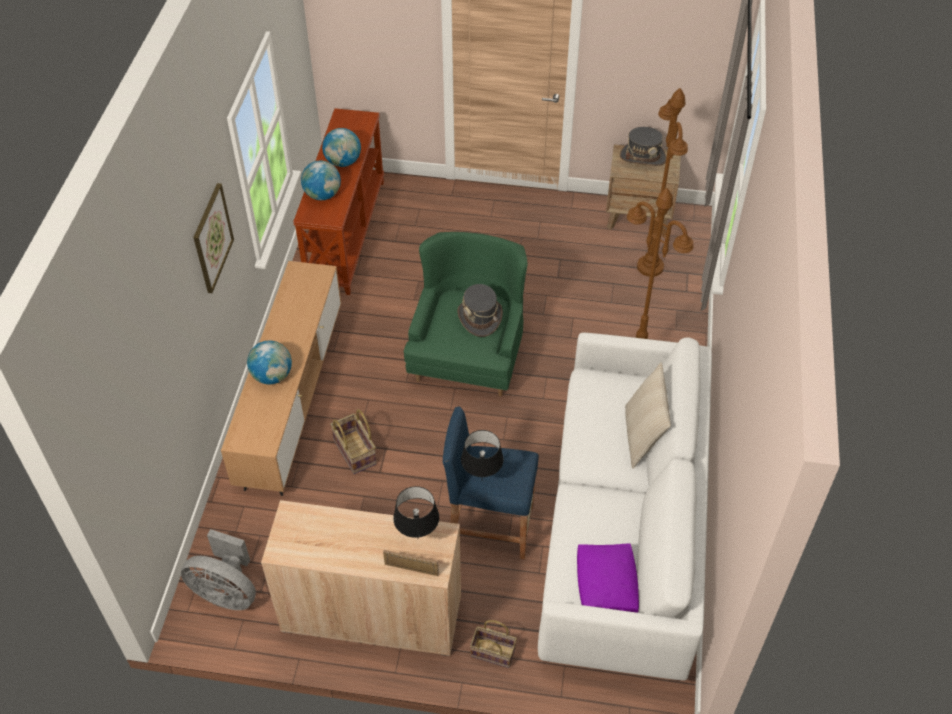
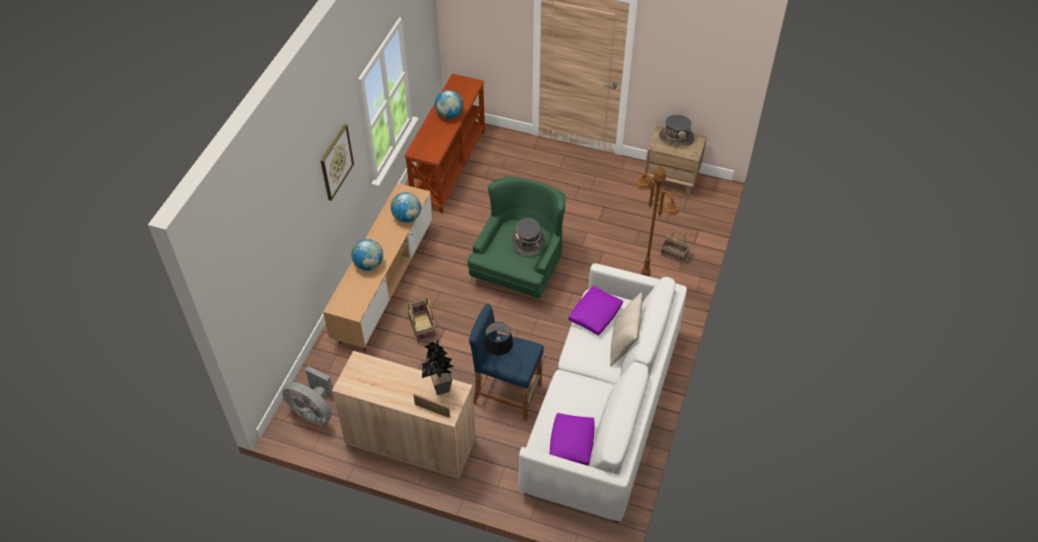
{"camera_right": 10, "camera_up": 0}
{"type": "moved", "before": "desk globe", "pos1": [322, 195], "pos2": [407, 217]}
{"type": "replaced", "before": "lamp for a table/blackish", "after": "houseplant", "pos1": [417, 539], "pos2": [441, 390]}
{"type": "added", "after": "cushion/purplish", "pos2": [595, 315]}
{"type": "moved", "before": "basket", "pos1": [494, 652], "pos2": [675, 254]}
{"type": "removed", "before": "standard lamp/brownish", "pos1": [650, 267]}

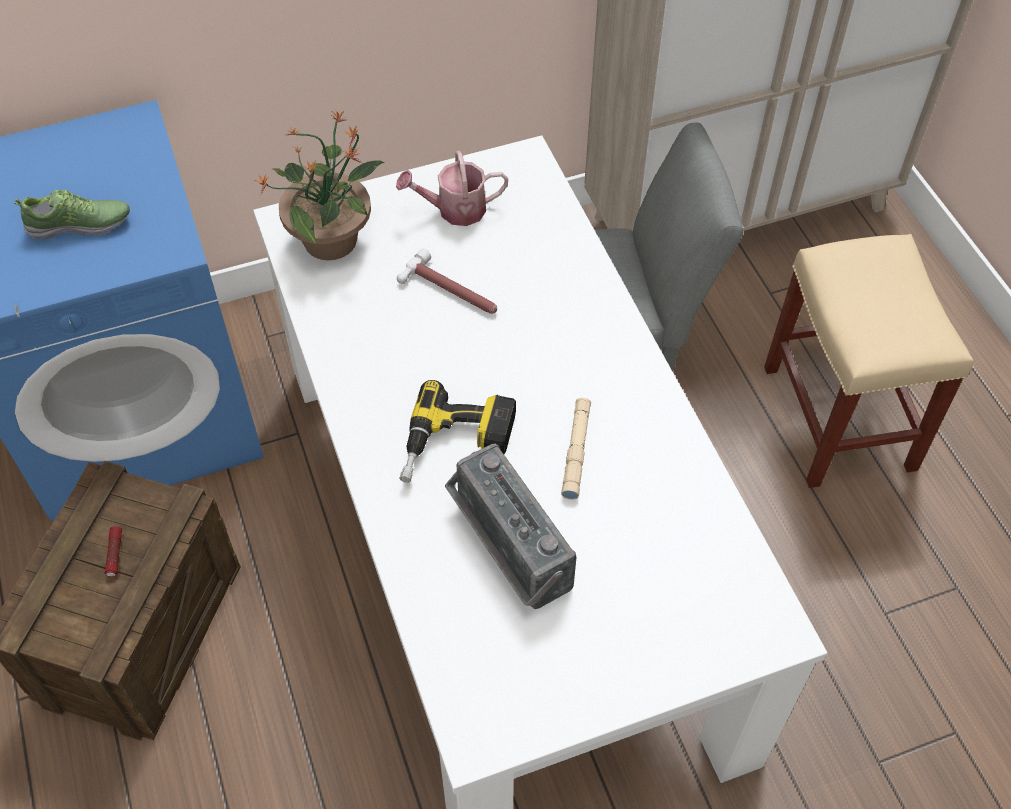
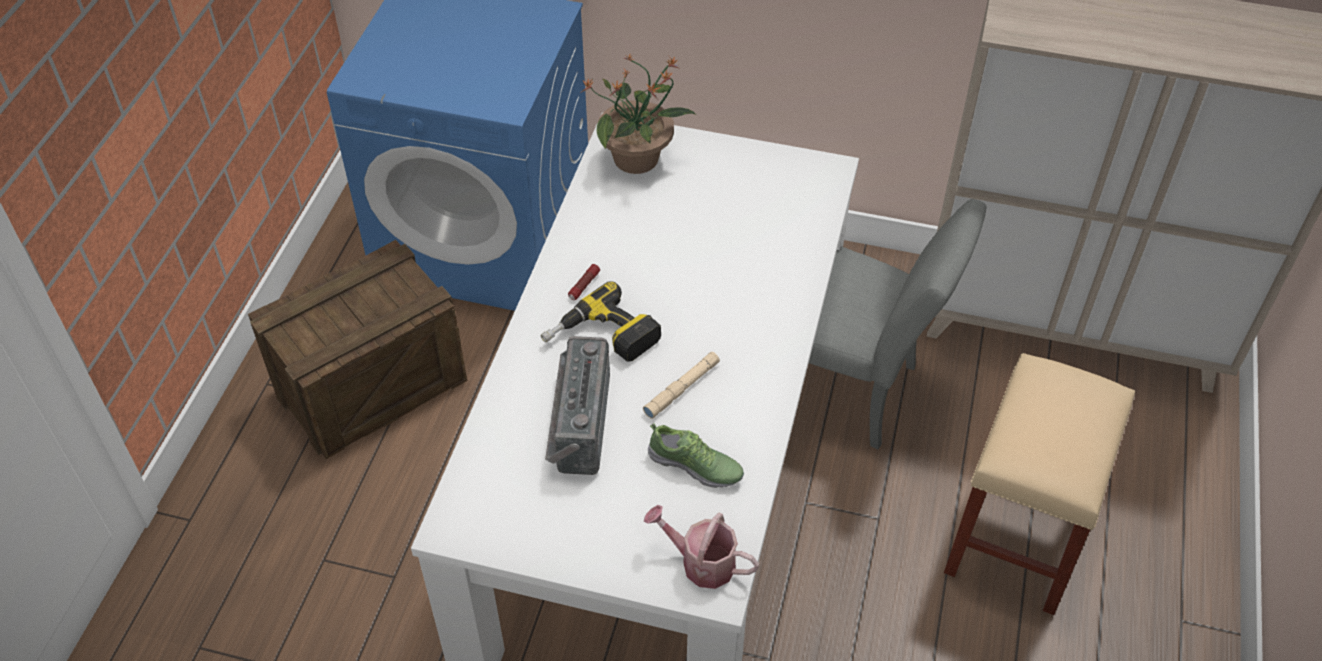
{"camera_right": 35, "camera_up": -5}
{"type": "moved", "before": "flashlight", "pos1": [115, 554], "pos2": [584, 286]}
{"type": "moved", "before": "sprinkling can", "pos1": [454, 210], "pos2": [701, 562]}
{"type": "moved", "before": "shoe", "pos1": [80, 225], "pos2": [695, 466]}
{"type": "removed", "before": "hammer", "pos1": [450, 292]}

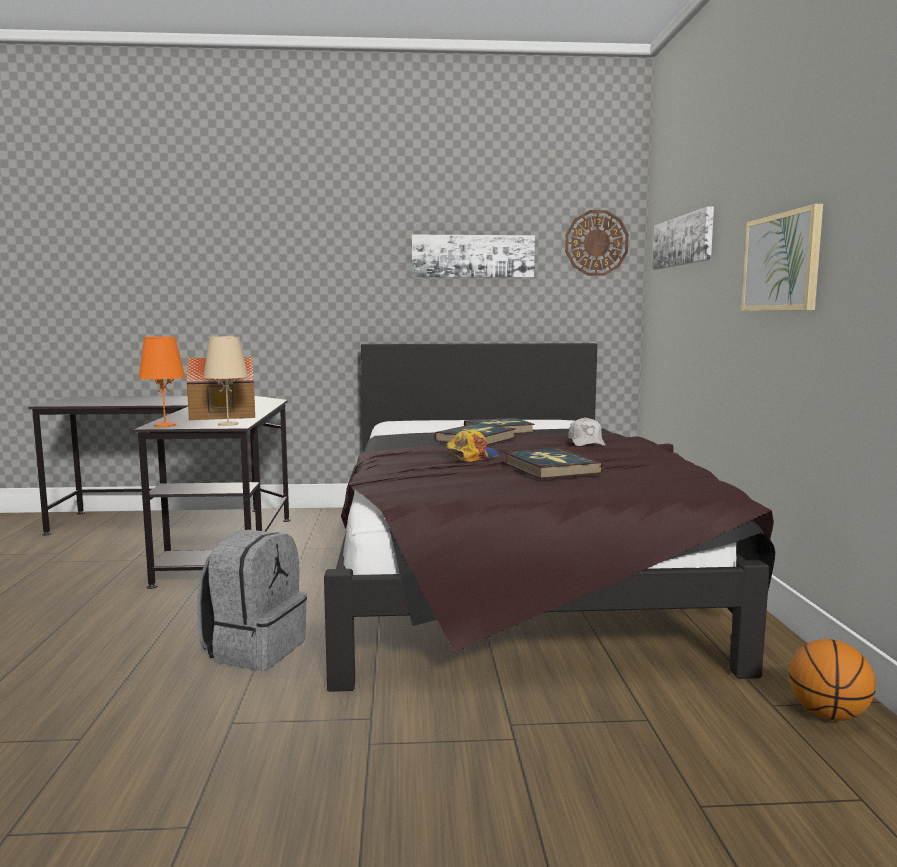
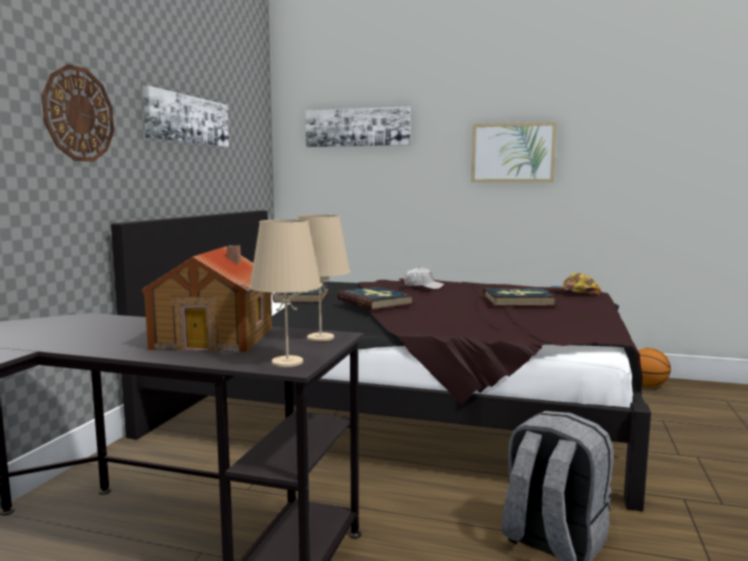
{"camera_right": -70, "camera_up": 0}
{"type": "moved", "before": "wall clock", "pos1": [596, 243], "pos2": [78, 114]}
{"type": "recoloured", "before": "lamp for a table/orange-coloured", "after": "lamp for a table/beige-coloured", "pos1": [165, 425], "pos2": [287, 362]}
{"type": "moved", "before": "peaked cap", "pos1": [472, 456], "pos2": [574, 292]}

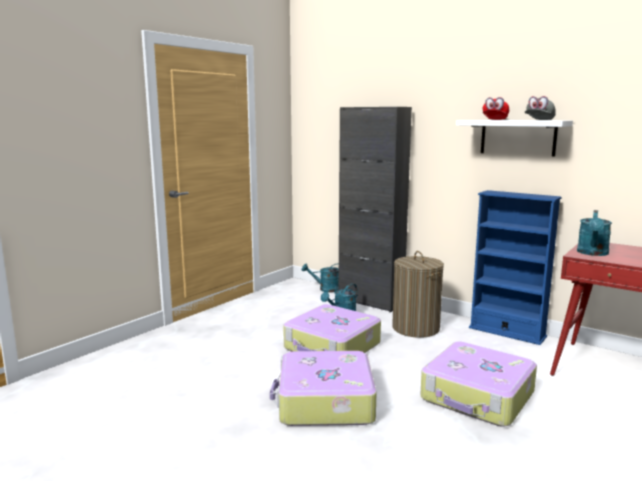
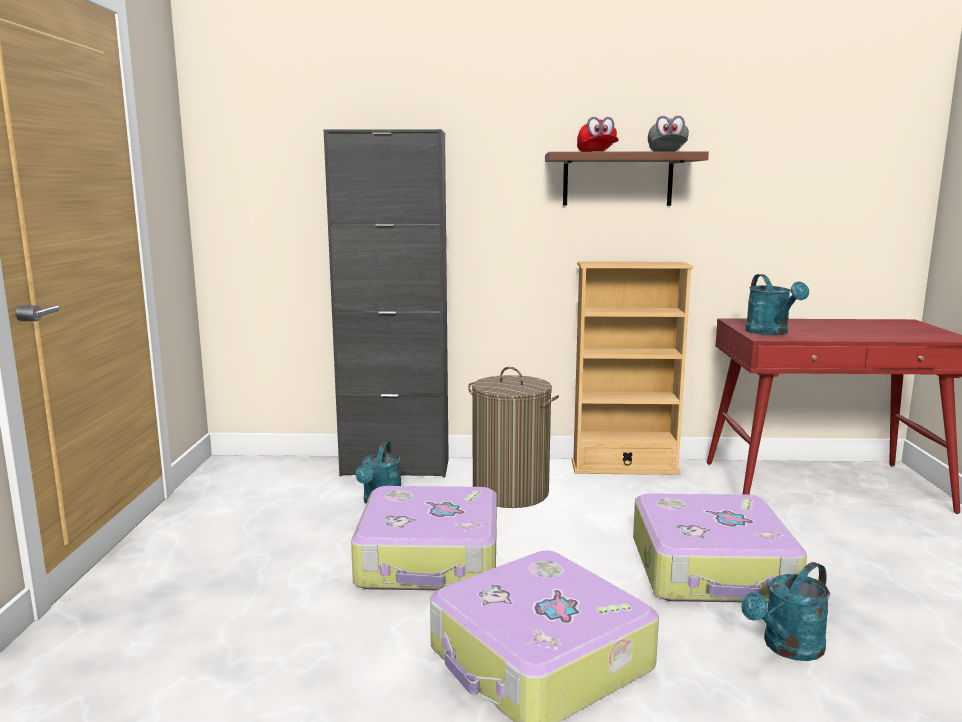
{"camera_right": -35, "camera_up": 0}
{"type": "recoloured", "before": "shelf/white-coloured", "after": "shelf/brownish", "pos1": [518, 137], "pos2": [617, 179]}
{"type": "recoloured", "before": "bookshelf/blue-coloured", "after": "bookshelf/beige-coloured", "pos1": [507, 332], "pos2": [624, 467]}
{"type": "moved", "before": "sprinkling can/blue-green", "pos1": [325, 289], "pos2": [787, 648]}

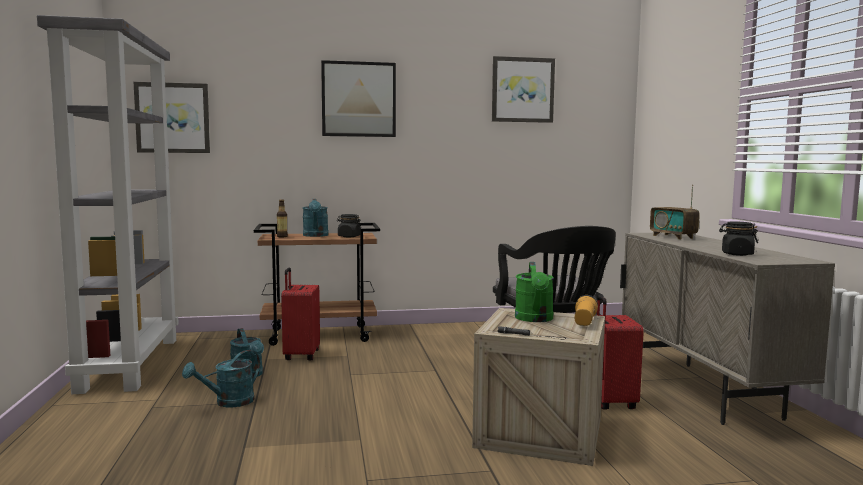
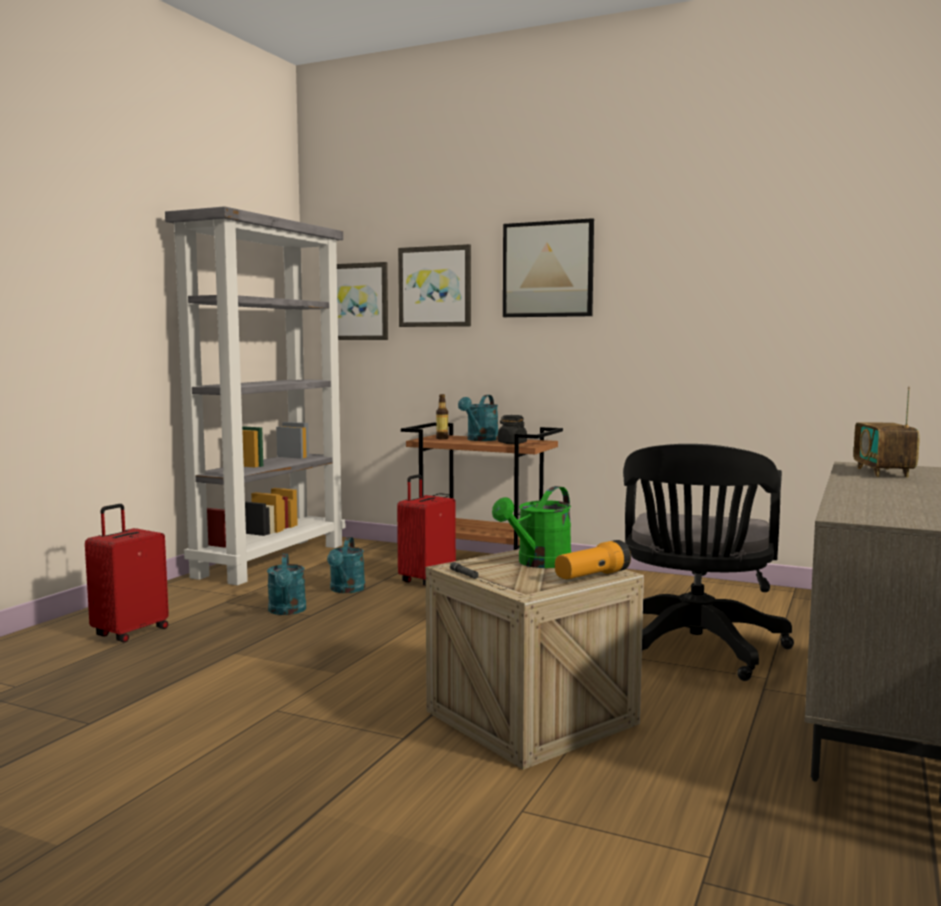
{"camera_right": 35, "camera_up": 0}
{"type": "moved", "before": "piece of luggage/red-coloured", "pos1": [610, 402], "pos2": [130, 632]}
{"type": "turned", "before": "sprinkling can/blue-green", "pos1": [228, 402], "pos2": [287, 611], "turn": -90}
{"type": "moved", "before": "wall picture", "pos1": [522, 90], "pos2": [435, 286]}
{"type": "removed", "before": "preserve jar/blackish", "pos1": [737, 254]}

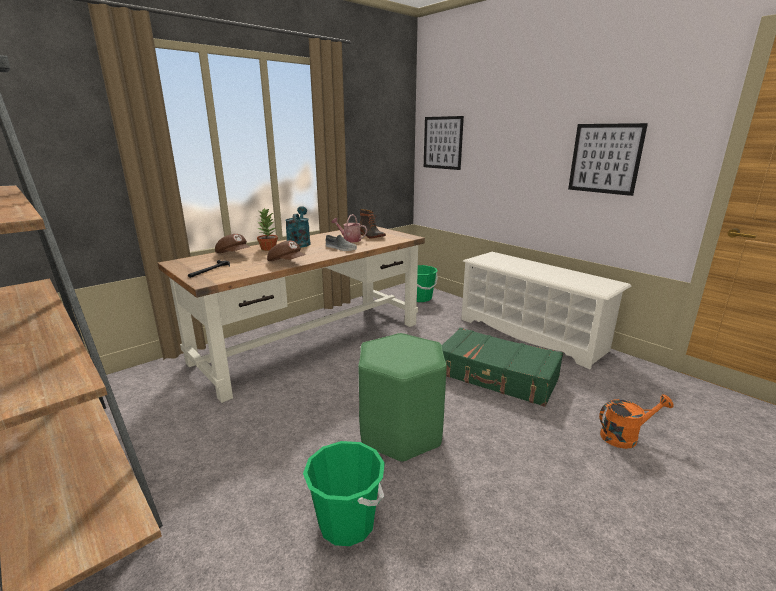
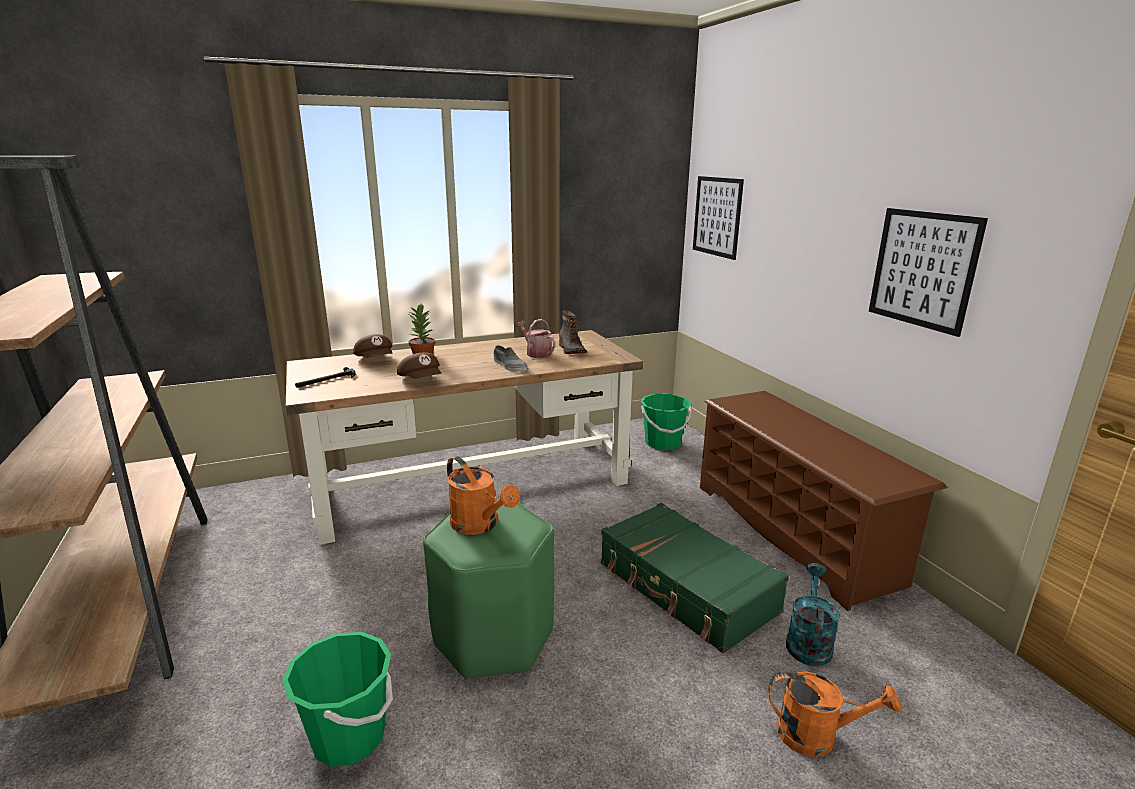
{"camera_right": 20, "camera_up": 0}
{"type": "added", "after": "sprinkling can/orange-coloured", "pos2": [480, 525]}
{"type": "recoloured", "before": "shoe stand/white-coloured", "after": "shoe stand/brownish", "pos1": [531, 334], "pos2": [793, 532]}
{"type": "moved", "before": "sprinkling can/blue-green", "pos1": [299, 243], "pos2": [808, 641]}

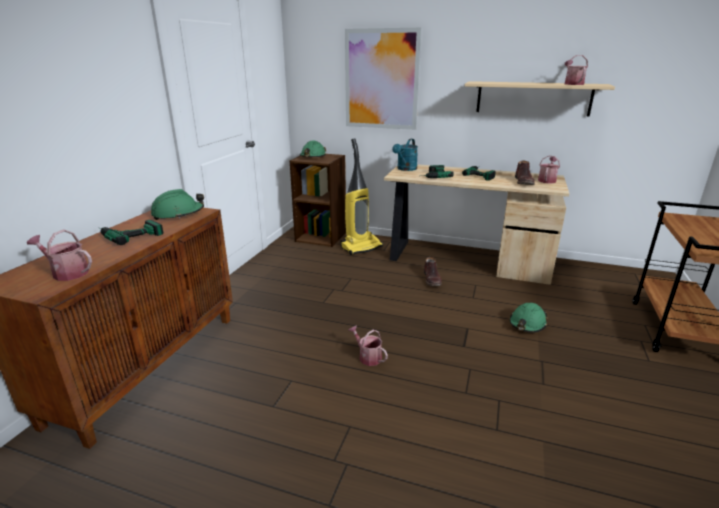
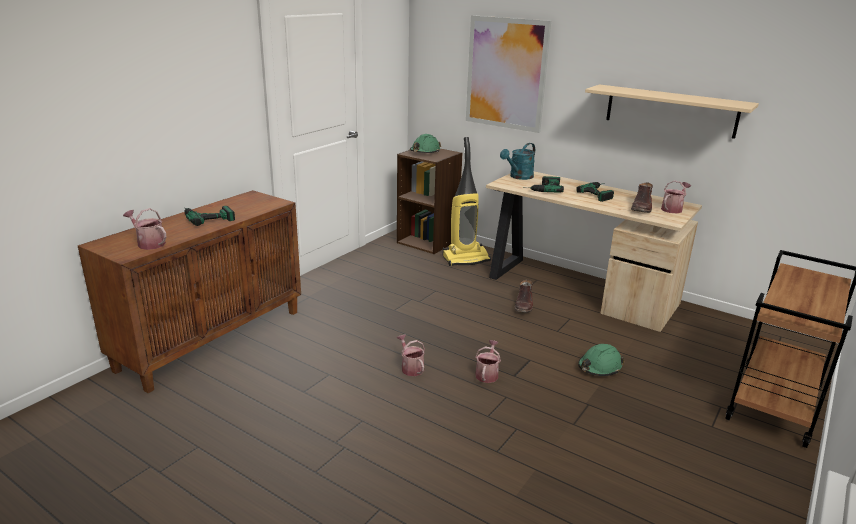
{"camera_right": 15, "camera_up": 0}
{"type": "moved", "before": "sprinkling can", "pos1": [572, 84], "pos2": [487, 374]}
{"type": "removed", "before": "safety helmet/green", "pos1": [178, 214]}

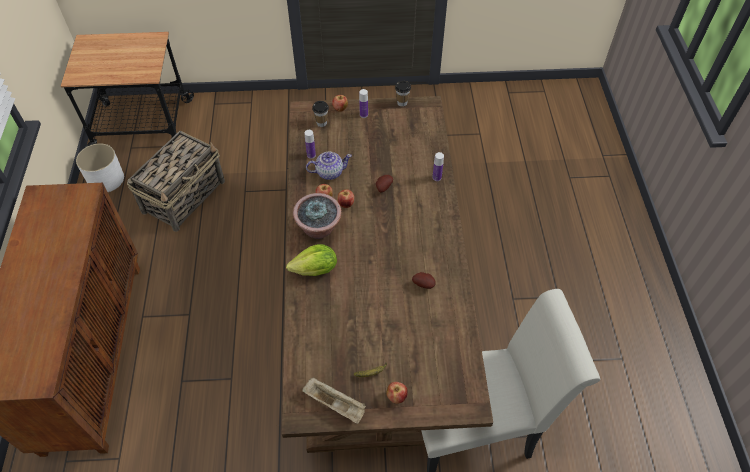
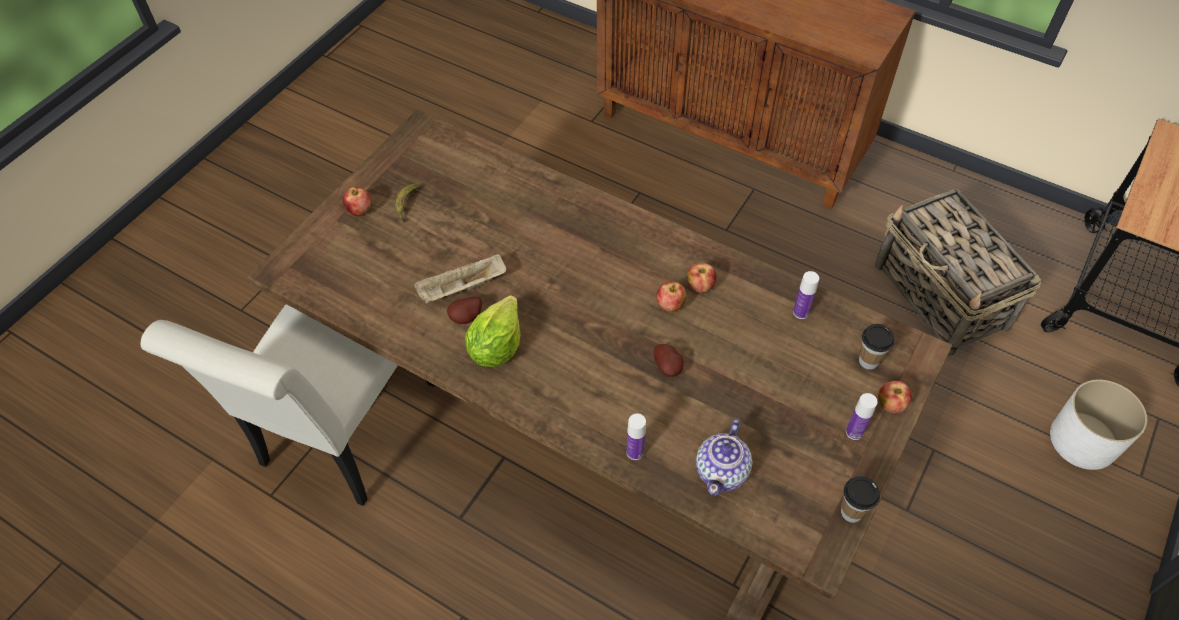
{"camera_right": 125, "camera_up": 0}
{"type": "moved", "before": "tray/beige-coloured", "pos1": [335, 404], "pos2": [462, 289]}
{"type": "moved", "before": "lettuce", "pos1": [315, 270], "pos2": [496, 347]}
{"type": "moved", "before": "pot for tea", "pos1": [329, 172], "pos2": [722, 471]}
{"type": "moved", "before": "flower pot/white-coloured", "pos1": [106, 179], "pos2": [1084, 440]}
{"type": "removed", "before": "houseplant", "pos1": [319, 229]}

